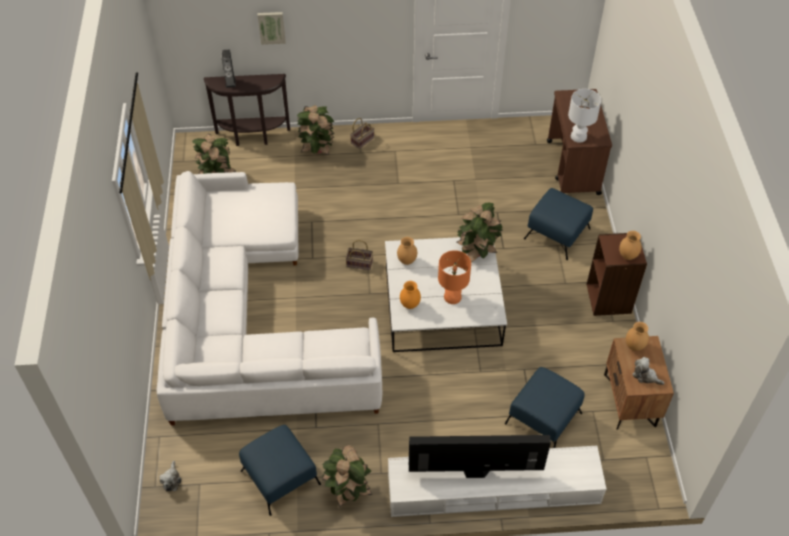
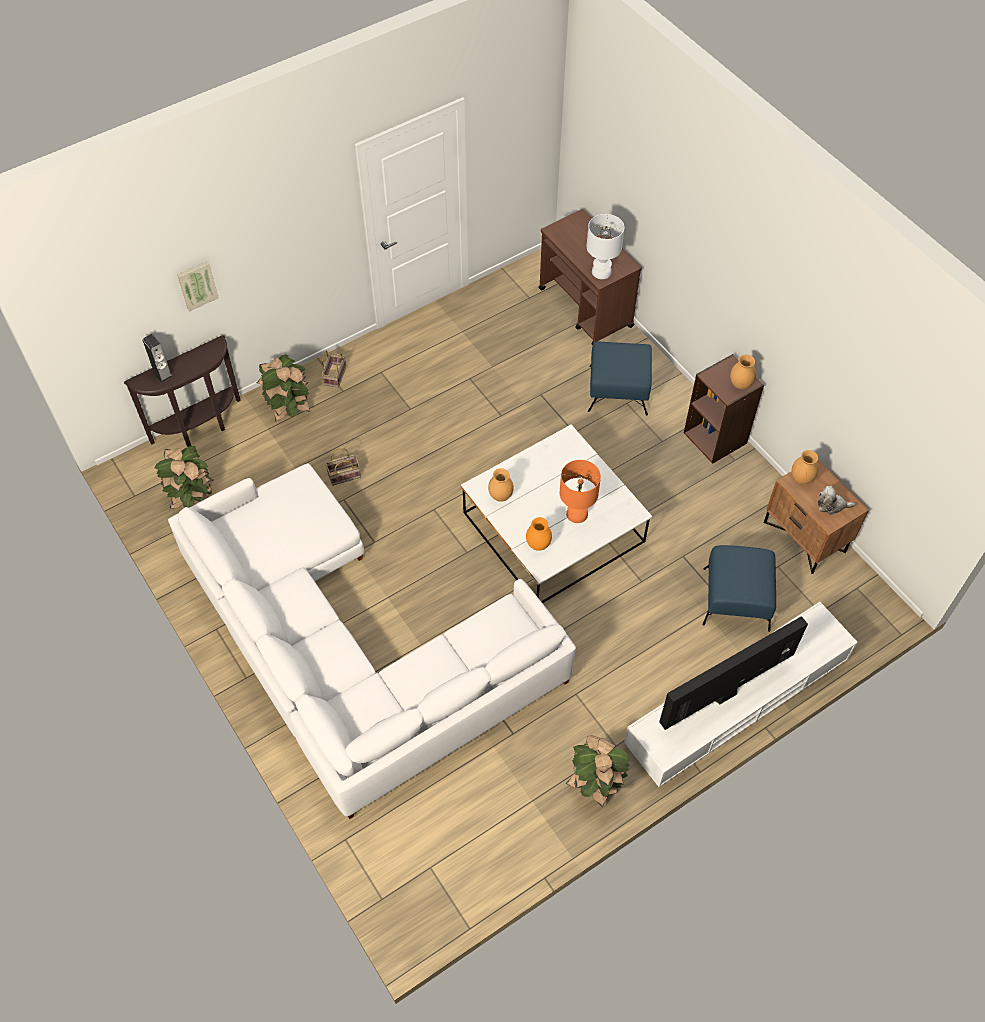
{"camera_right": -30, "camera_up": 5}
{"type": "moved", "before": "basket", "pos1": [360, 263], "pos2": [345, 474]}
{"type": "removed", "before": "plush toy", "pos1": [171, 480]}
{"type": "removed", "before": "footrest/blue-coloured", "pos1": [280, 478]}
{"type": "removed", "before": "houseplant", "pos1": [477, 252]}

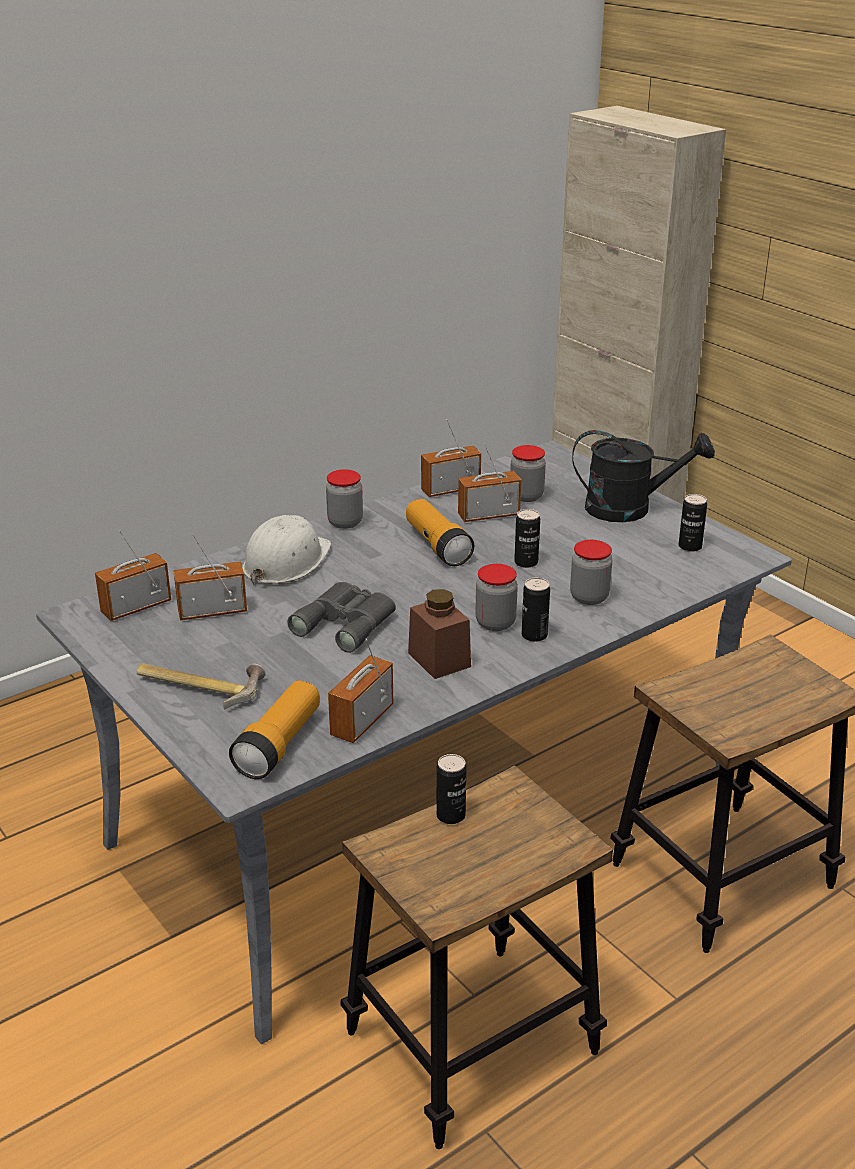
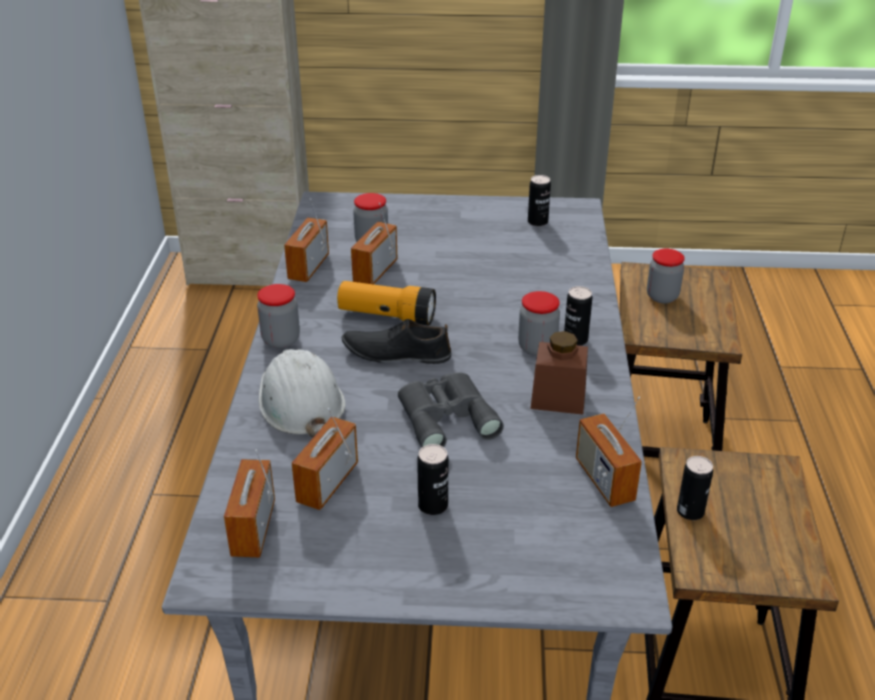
{"camera_right": -50, "camera_up": 5}
{"type": "added", "after": "shoe/blackish", "pos2": [396, 353]}
{"type": "moved", "before": "can", "pos1": [526, 562], "pos2": [433, 505]}
{"type": "moved", "before": "preserve jar", "pos1": [589, 597], "pos2": [662, 296]}
{"type": "removed", "before": "hammer", "pos1": [200, 685]}
{"type": "removed", "before": "flashlight", "pos1": [279, 745]}
{"type": "removed", "before": "sprinkling can/blackish", "pos1": [630, 509]}

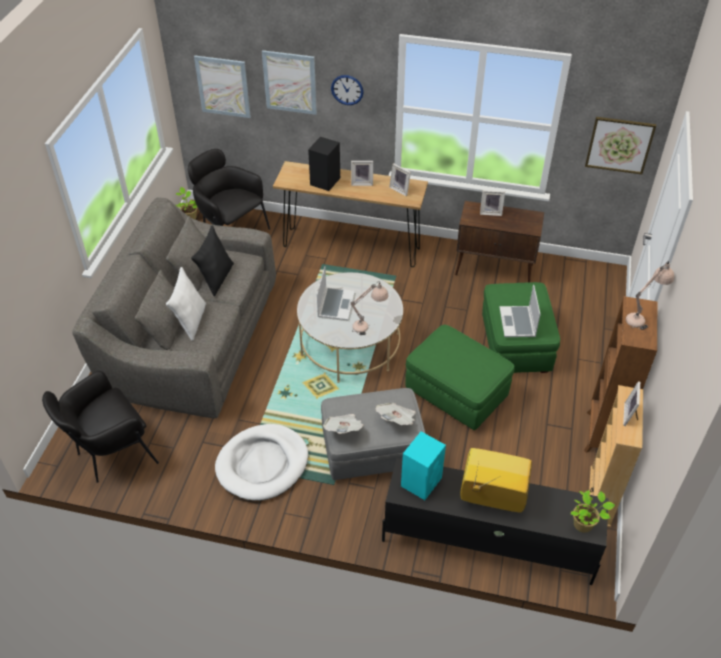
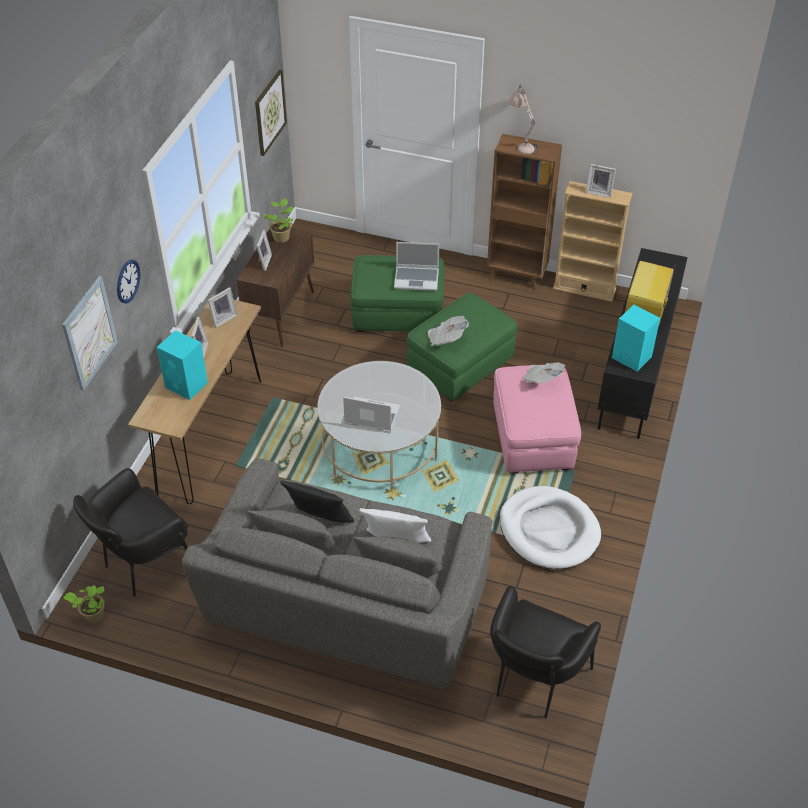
{"camera_right": -85, "camera_up": 0}
{"type": "recoloured", "before": "audio speaker/blackish", "after": "audio speaker/blue-green", "pos1": [324, 181], "pos2": [187, 385]}
{"type": "moved", "before": "houseplant", "pos1": [584, 524], "pos2": [281, 237]}
{"type": "moved", "before": "newspaper", "pos1": [344, 430], "pos2": [446, 338]}
{"type": "turned", "before": "armchair/blackish", "pos1": [111, 455], "pos2": [533, 681], "turn": 60}
{"type": "recoloured", "before": "footrest/grey", "after": "footrest/pinkish", "pos1": [373, 451], "pos2": [532, 437]}
{"type": "removed", "before": "wall picture", "pos1": [223, 86]}
{"type": "removed", "before": "lamp for a table/beige-coloured", "pos1": [369, 325]}

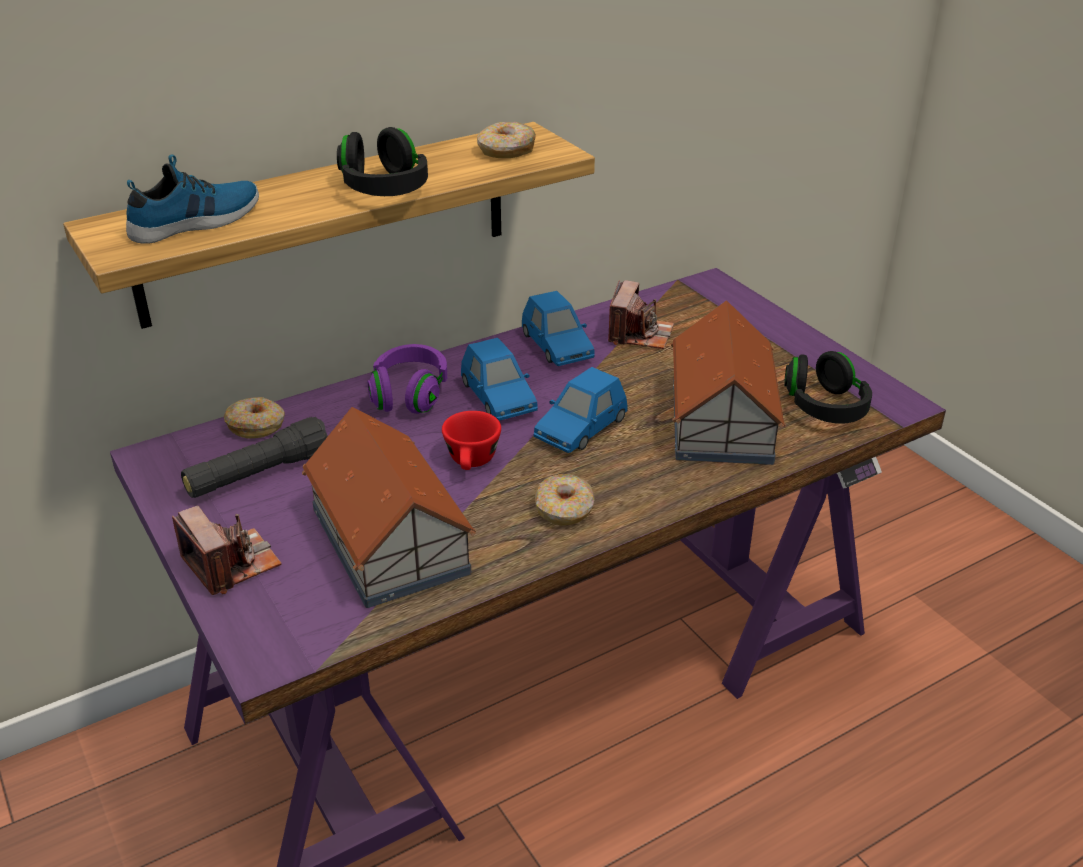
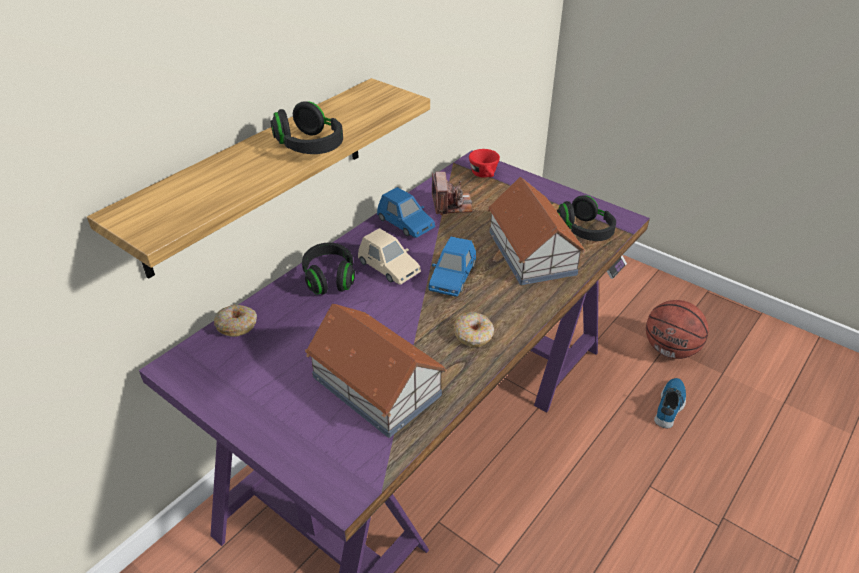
{"camera_right": -20, "camera_up": 5}
{"type": "recoloured", "before": "pair of headphones/purplish", "after": "pair of headphones/blackish", "pos1": [410, 394], "pos2": [329, 278]}
{"type": "recoloured", "before": "toy car/blue-coloured", "after": "toy car/beige-coloured", "pos1": [498, 397], "pos2": [388, 267]}
{"type": "moved", "before": "small cup/red-coloured", "pos1": [472, 463], "pos2": [485, 175]}
{"type": "added", "after": "basketball ball", "pos2": [670, 350]}
{"type": "moved", "before": "shoe", "pos1": [197, 222], "pos2": [670, 406]}
{"type": "removed", "before": "still camera", "pos1": [231, 564]}
{"type": "removed", "before": "flashlight/blackish", "pos1": [259, 474]}
{"type": "removed", "before": "donut", "pos1": [506, 151]}

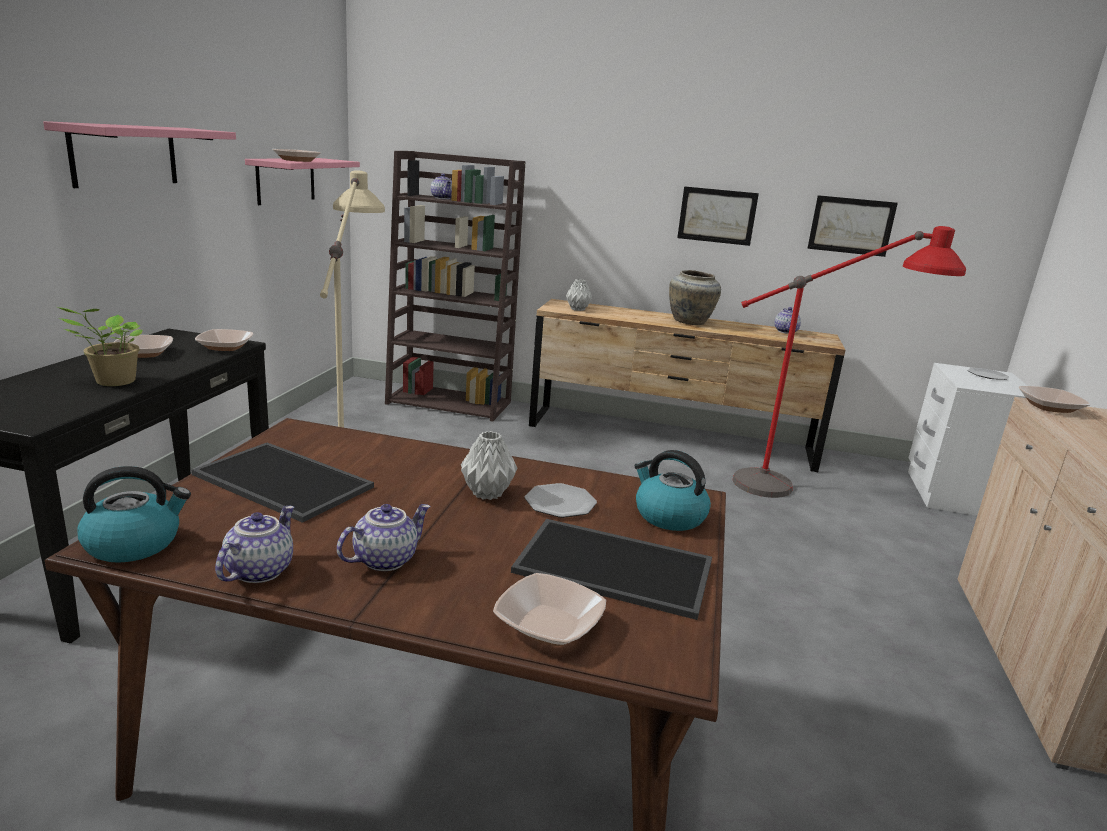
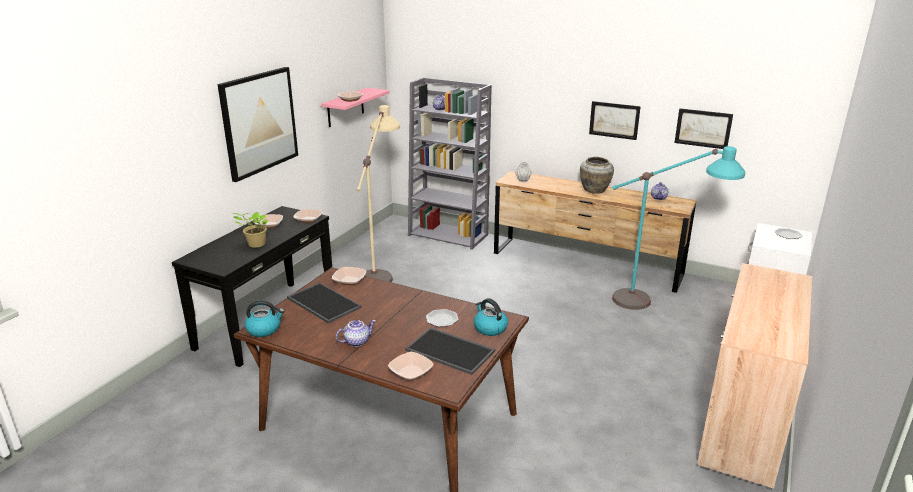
{"camera_right": 15, "camera_up": 5}
{"type": "replaced", "before": "shelf/pinkish", "after": "wall picture", "pos1": [125, 155], "pos2": [259, 122]}
{"type": "moved", "before": "bowl", "pos1": [1049, 407], "pos2": [349, 280]}
{"type": "recoloured", "before": "bookshelf/brownish", "after": "bookshelf/grey", "pos1": [450, 403], "pos2": [449, 235]}
{"type": "recoloured", "before": "standard lamp/red-coloured", "after": "standard lamp/blue-green", "pos1": [805, 493], "pos2": [657, 307]}
{"type": "removed", "before": "pot for tea", "pos1": [258, 570]}
{"type": "removed", "before": "vase/grey", "pos1": [488, 493]}

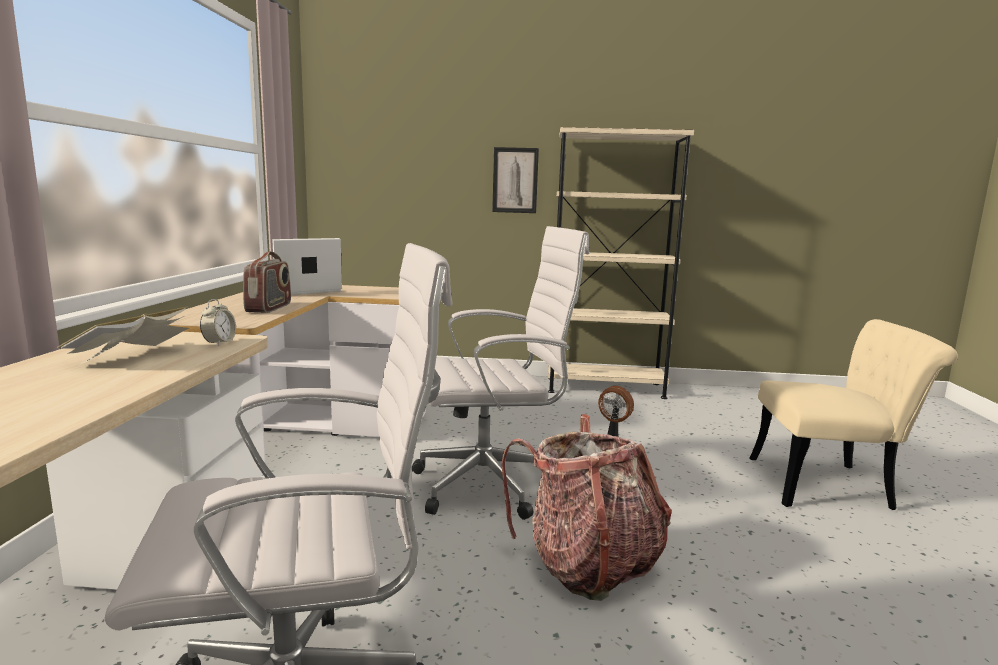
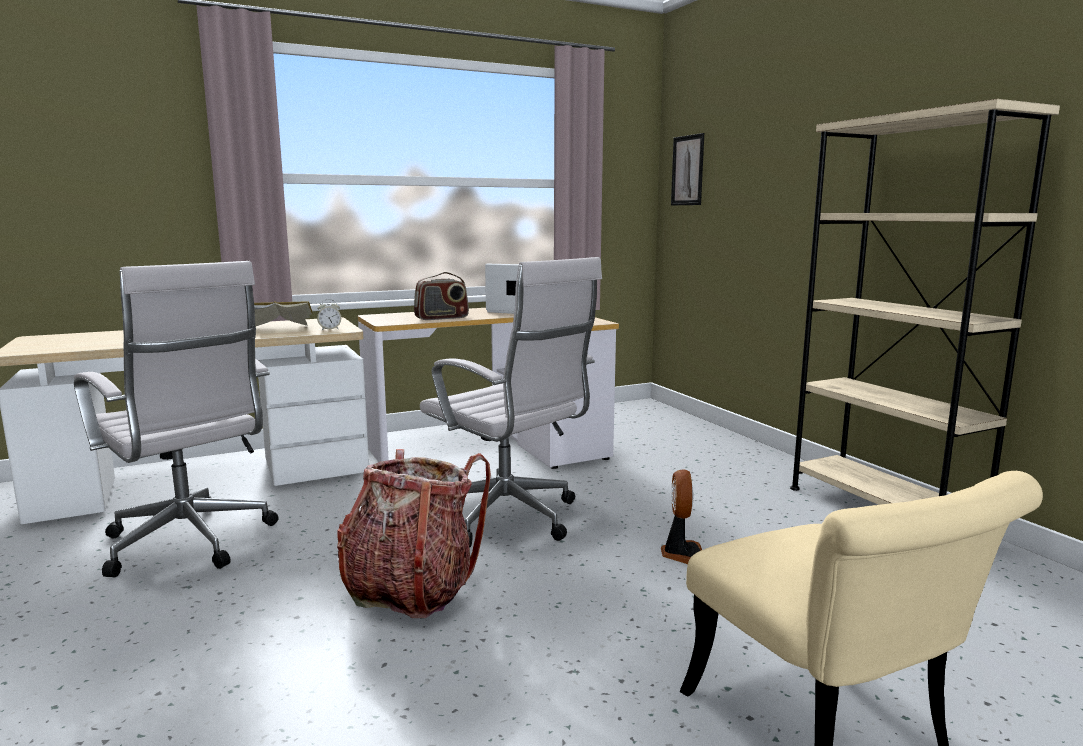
{"camera_right": 60, "camera_up": 0}
{"type": "moved", "before": "wall picture", "pos1": [515, 180], "pos2": [687, 170]}

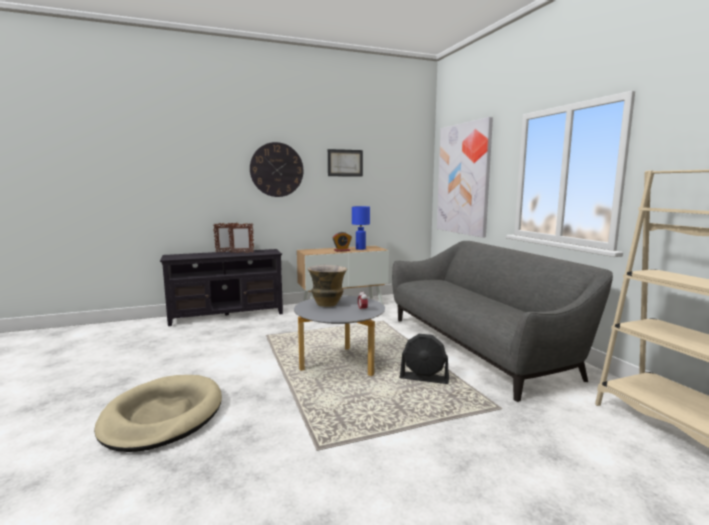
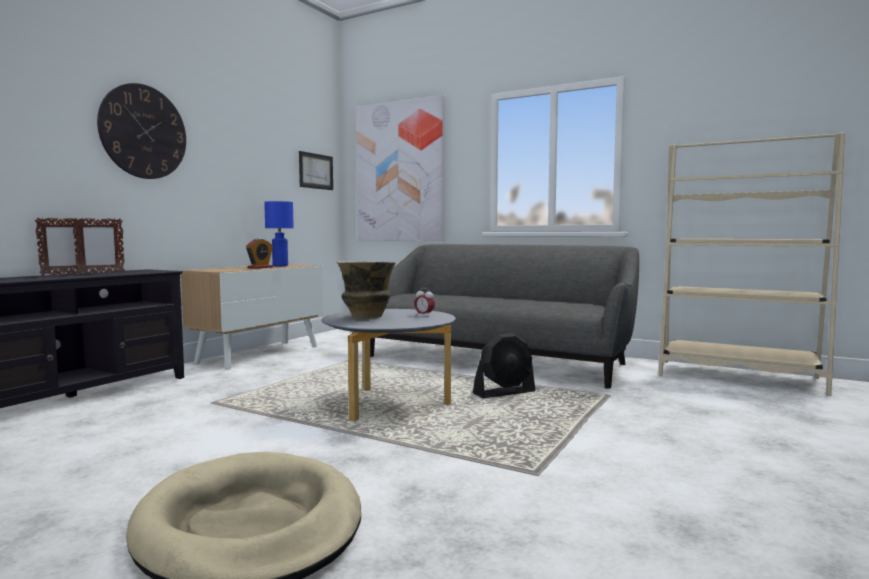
{"camera_right": -40, "camera_up": -5}
{"type": "moved", "before": "wall picture", "pos1": [345, 163], "pos2": [316, 171]}

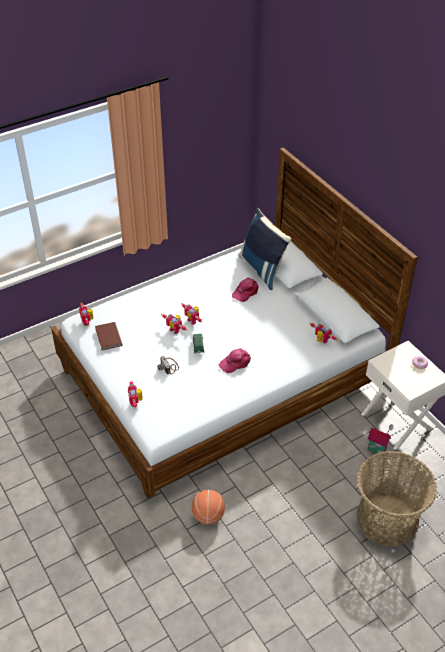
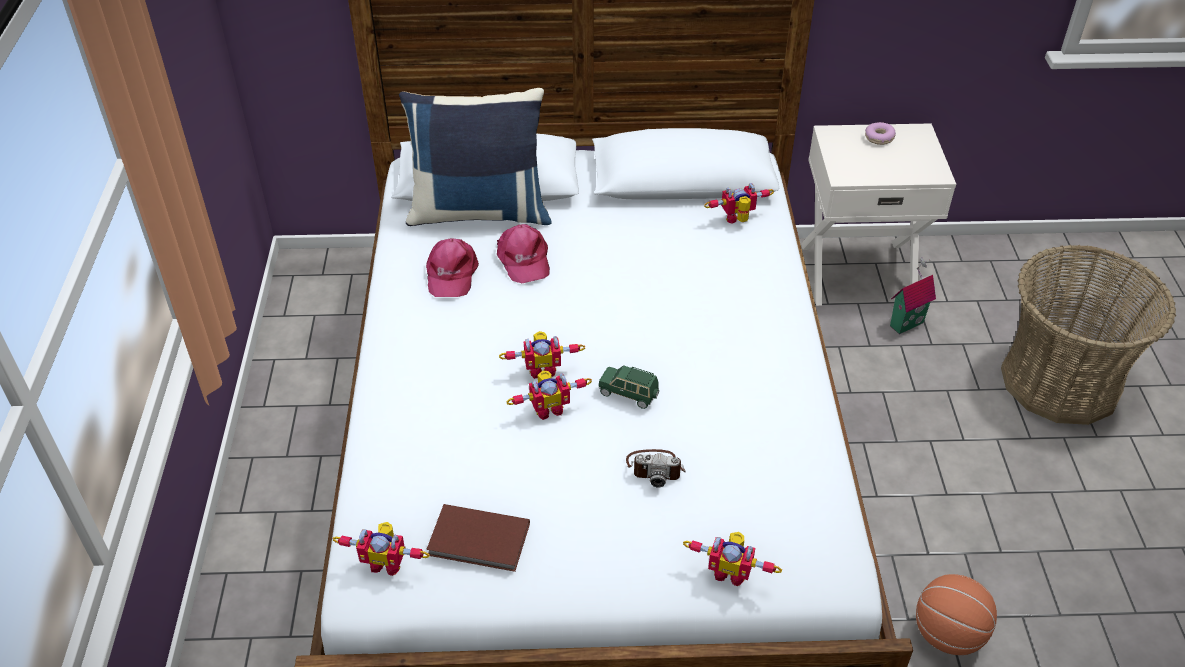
{"camera_right": -60, "camera_up": 0}
{"type": "moved", "before": "peaked cap/pinkish", "pos1": [235, 362], "pos2": [451, 274]}

